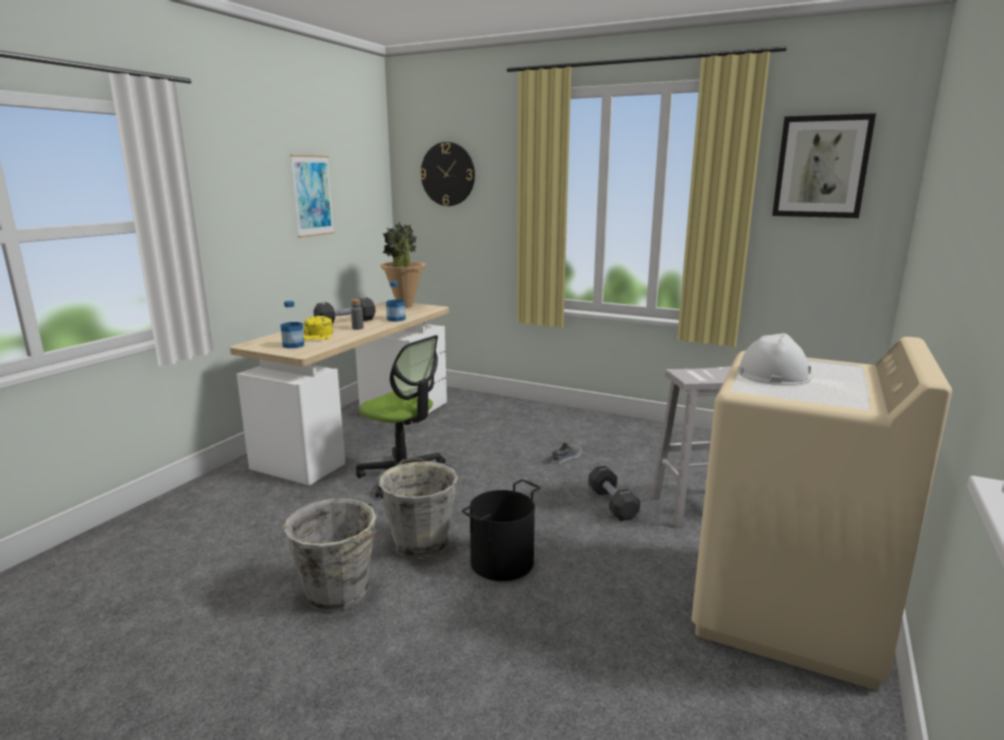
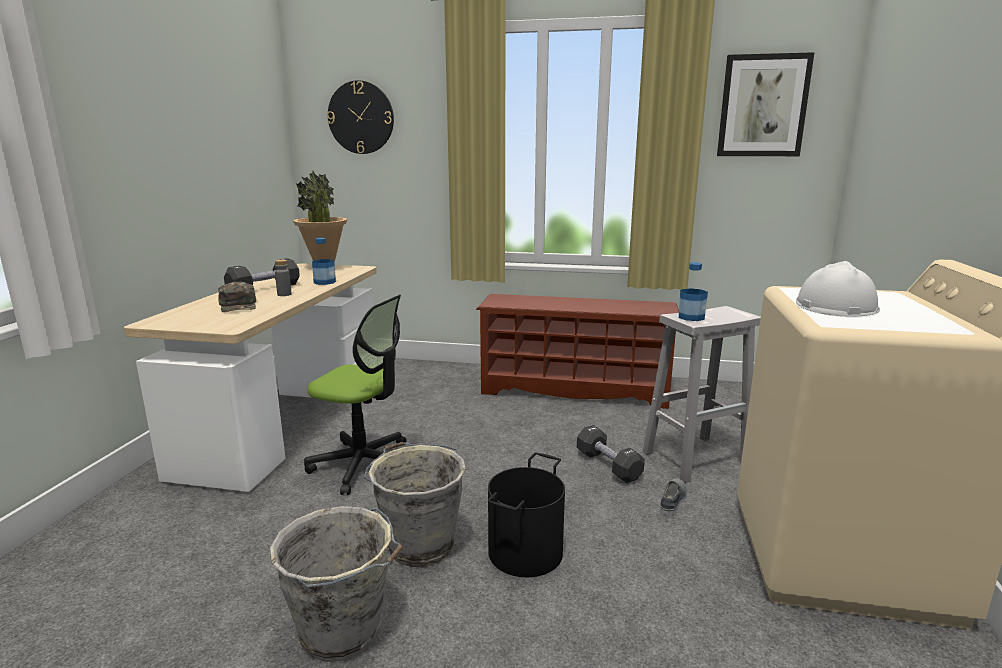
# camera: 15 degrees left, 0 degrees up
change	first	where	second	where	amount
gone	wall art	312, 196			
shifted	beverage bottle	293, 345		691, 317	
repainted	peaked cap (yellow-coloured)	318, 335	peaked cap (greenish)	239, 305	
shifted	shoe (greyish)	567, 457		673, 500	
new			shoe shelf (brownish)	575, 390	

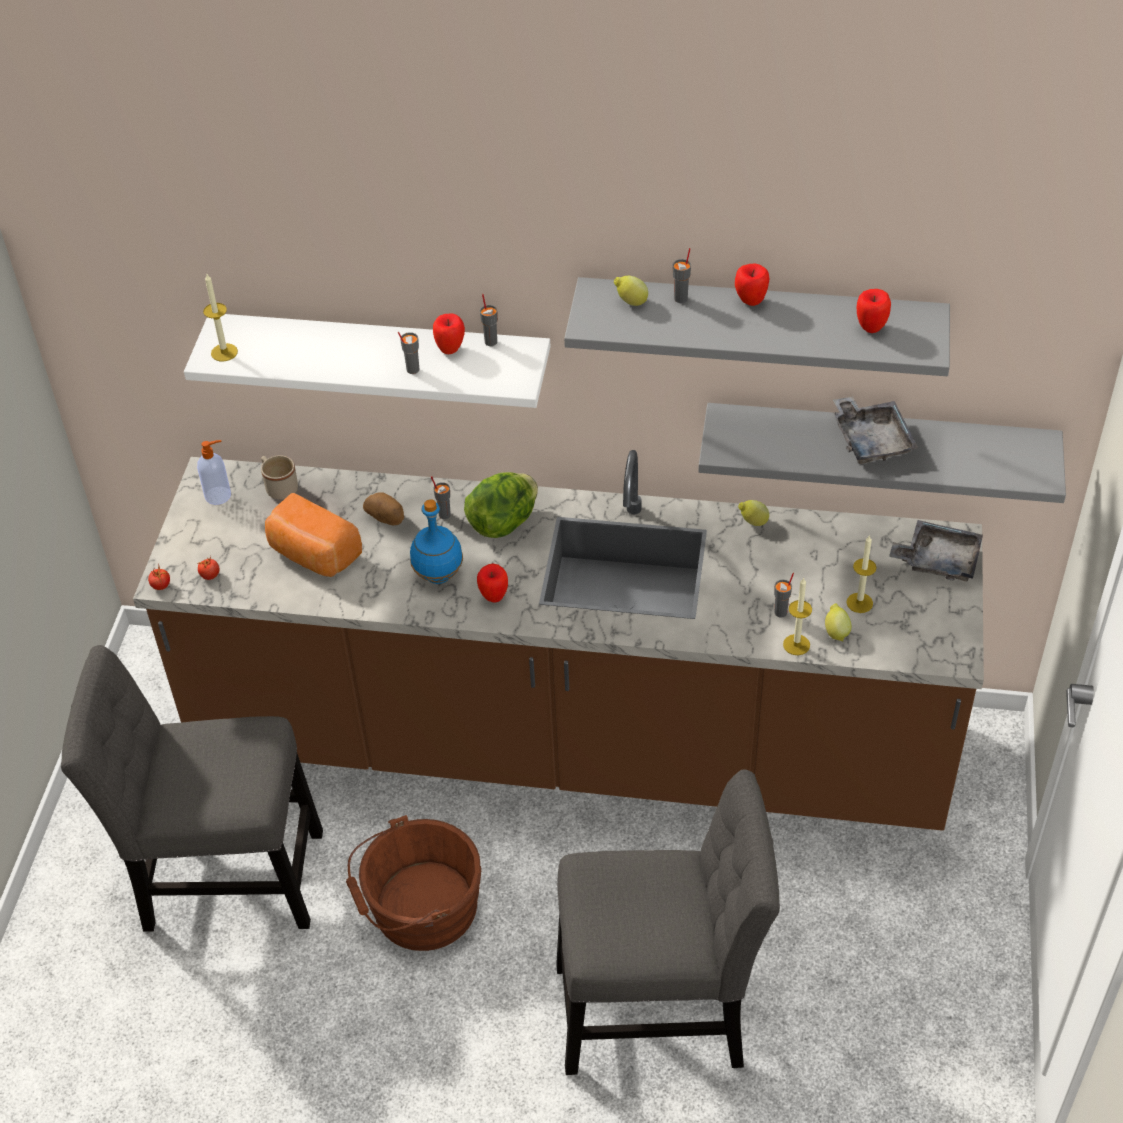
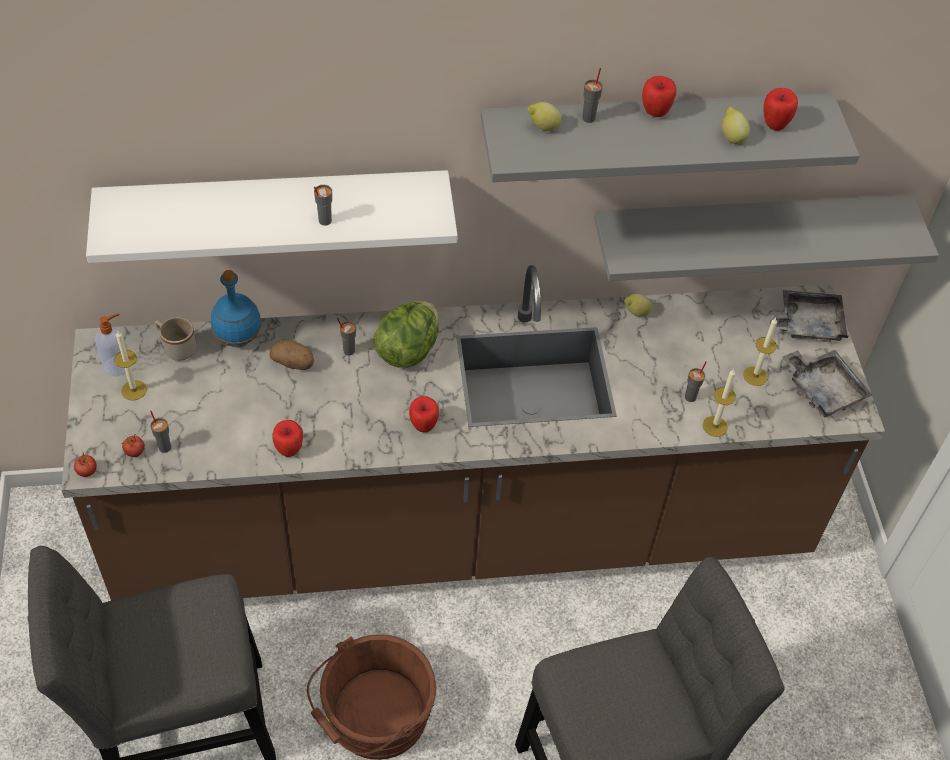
# camera: 20 degrees left, 5 degrees up
change	first	where	second	where	amount
shifted	candle	224, 352		134, 390	
shifted	small cup (greyish)	491, 341		164, 447	
shifted	apple	450, 349		289, 450	
shifted	serving tray (greyish)	871, 439		823, 389	
gone	bakery bread	313, 554			
shifted	beverage bottle (bluish)	438, 576		238, 339	
shifted	citrus fruit	836, 632		731, 137	

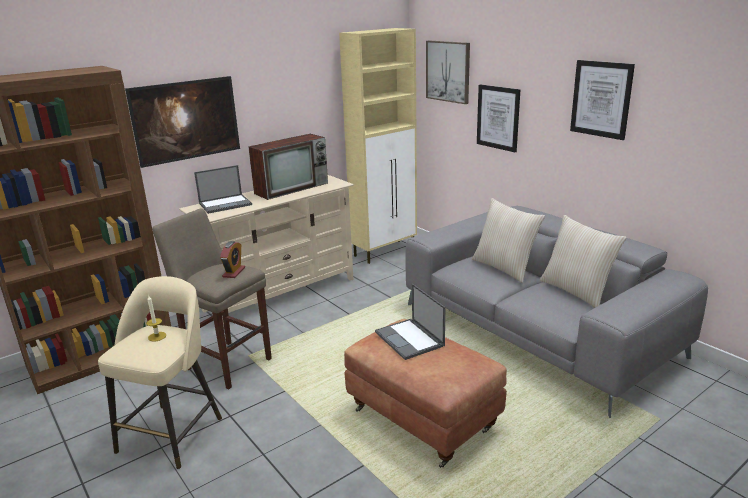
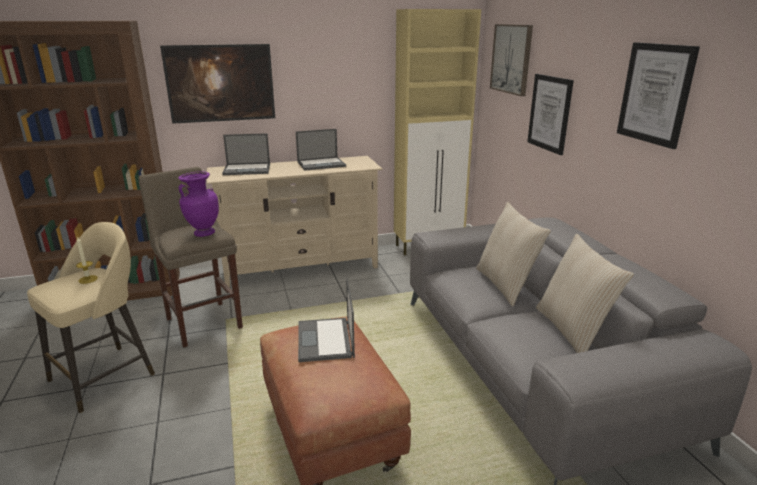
# camera: 20 degrees right, 0 degrees up
change	first	where	second	where	amount
swapped	TV set	292, 188	laptop	322, 164	
swapped	alarm clock	234, 272	flower vase (purple-coloured)	203, 233	

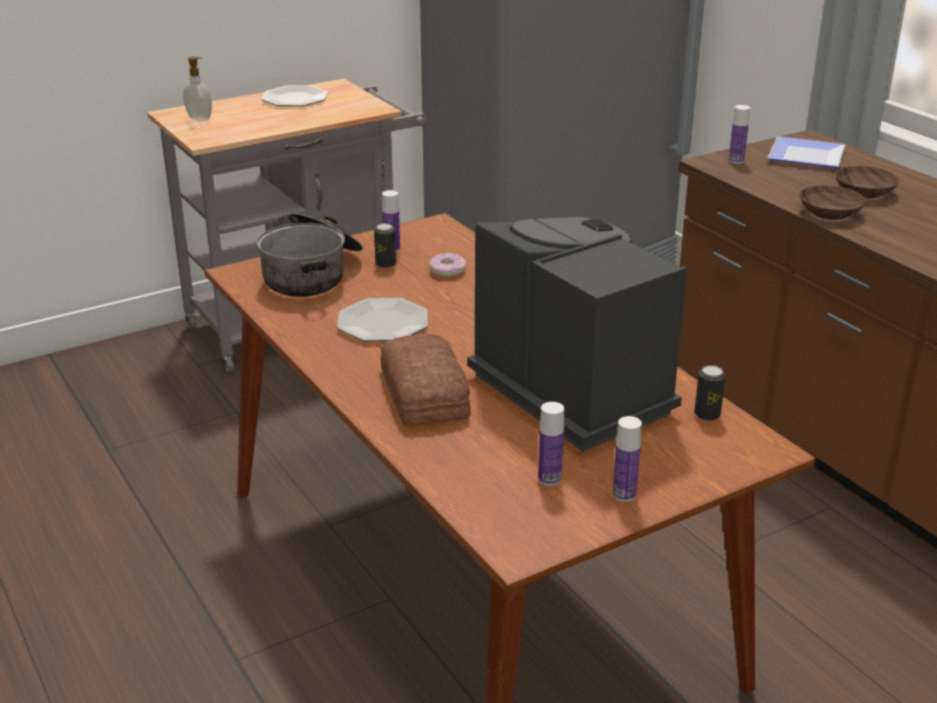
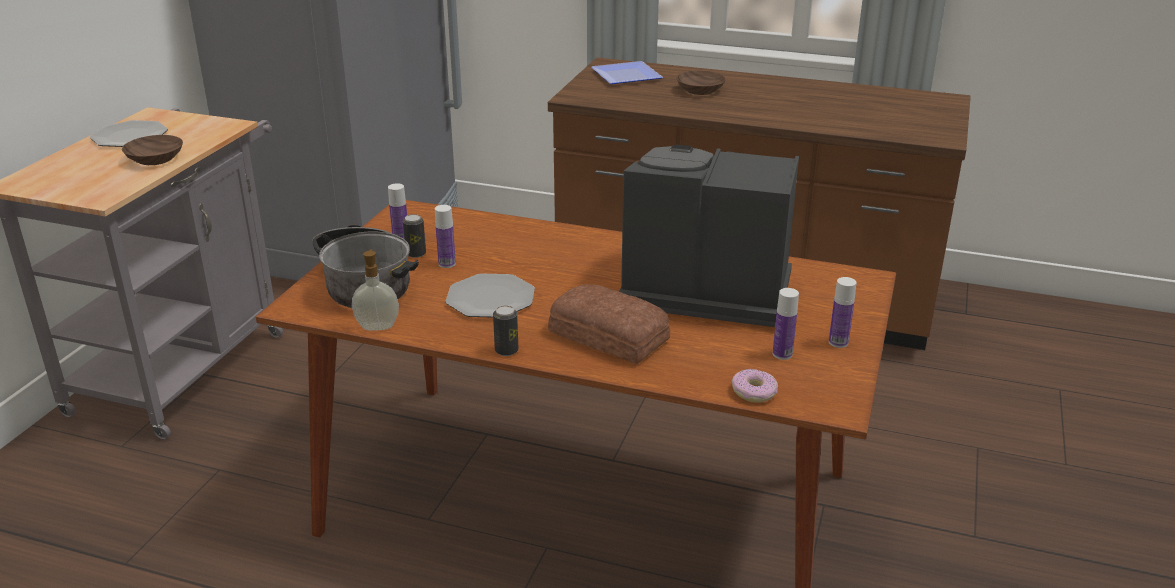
# camera: 40 degrees left, 0 degrees up
change	first	where	second	where	amount
shifted	liquid soap bottle	200, 118		377, 326	
shifted	beverage bottle	736, 161		447, 264	
shifted	serving bowl (brownish)	831, 213		157, 159	
shifted	ring doughnut	447, 271		754, 392	
shifted	sealed can	707, 414		506, 350	

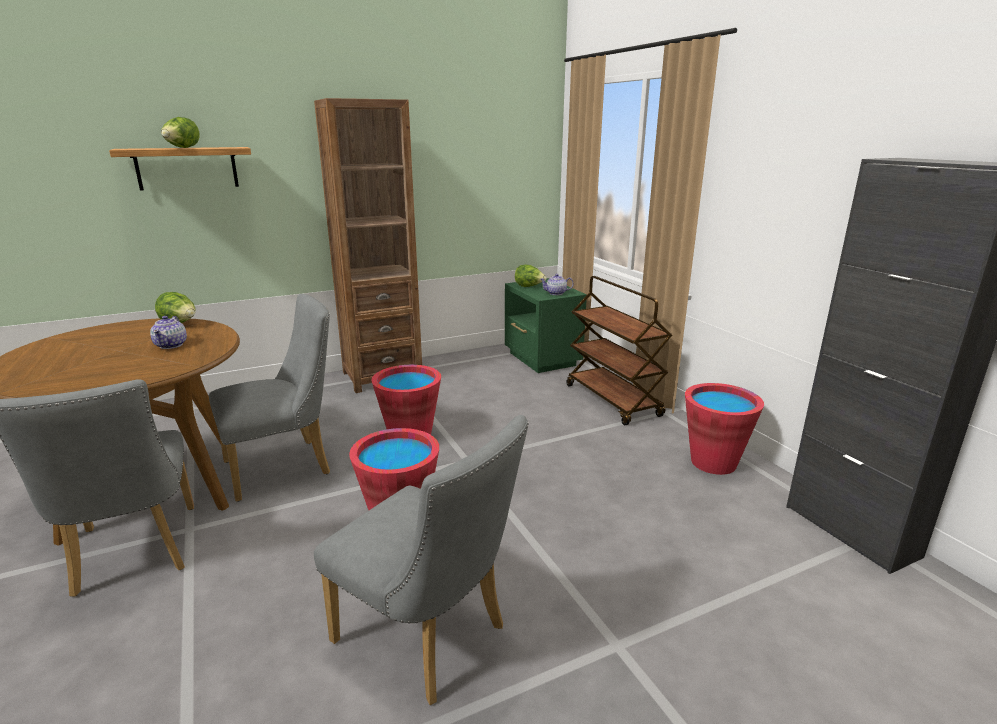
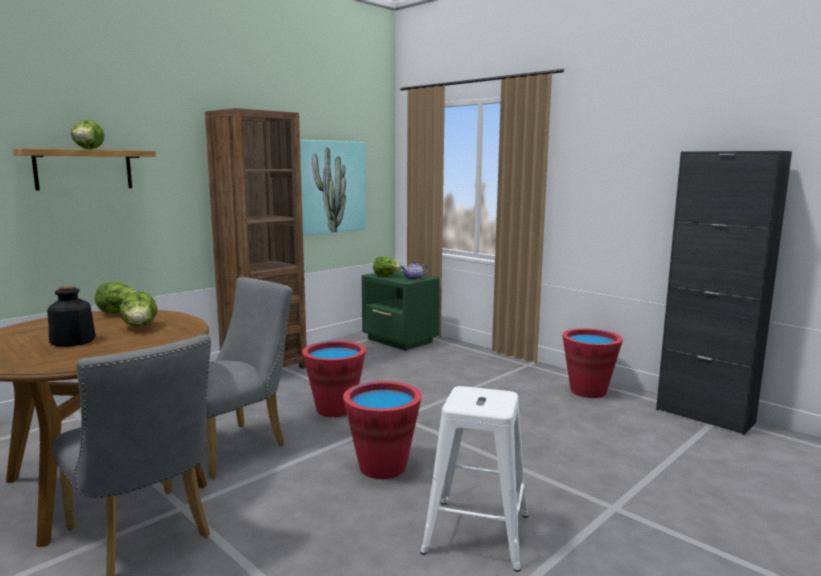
# camera: 20 degrees left, 10 degrees down
change	first	where	second	where	amount
gone	cart (brownish)	613, 401			
swapped	teapot	171, 345	lettuce head	140, 327	
swapped	chair (greyish)	429, 639	stool seat (white-coloured)	478, 534	
new			wall art	327, 187	
new			beverage bottle	73, 341	

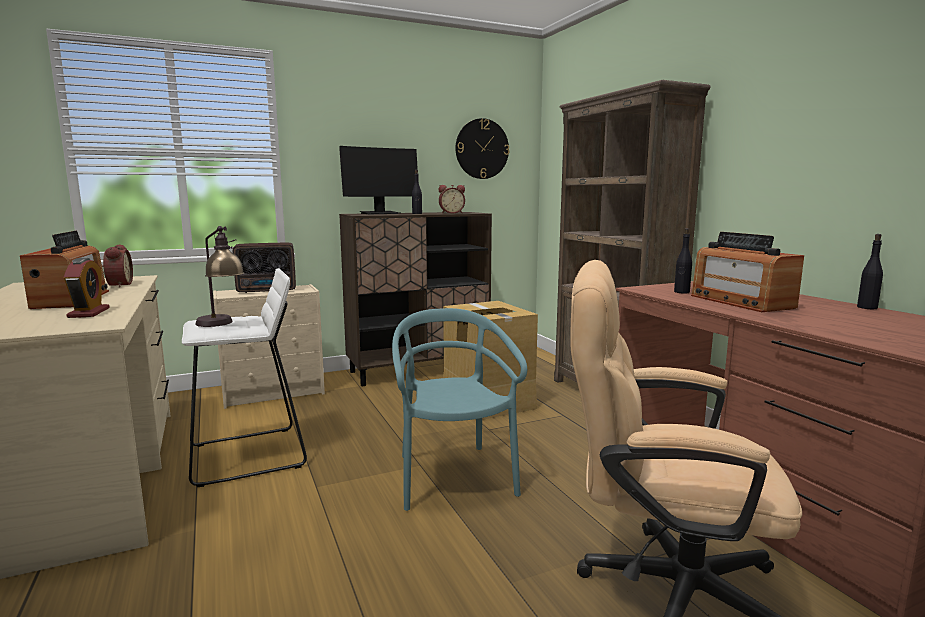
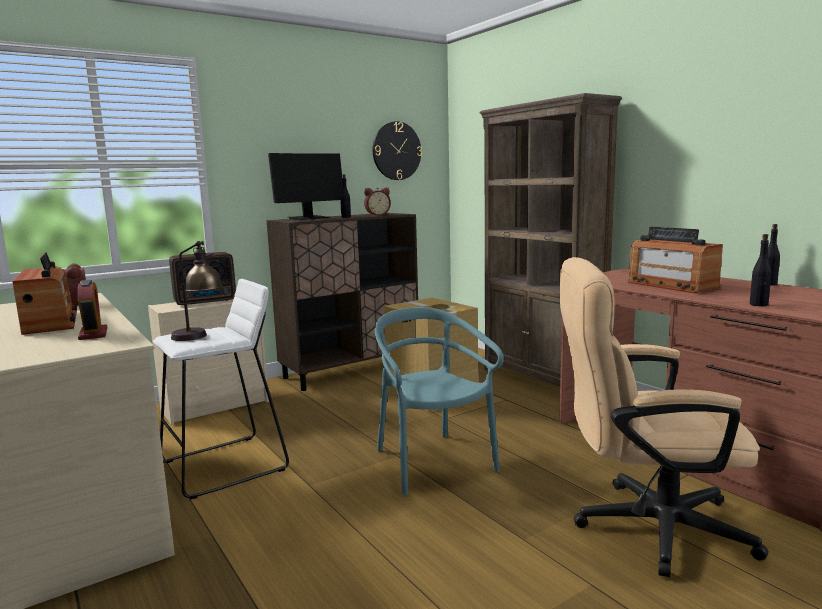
# camera: 10 degrees left, 0 degrees up
change	first	where	second	where	amount
shifted	beverage bottle (blackish)	681, 292		758, 304	

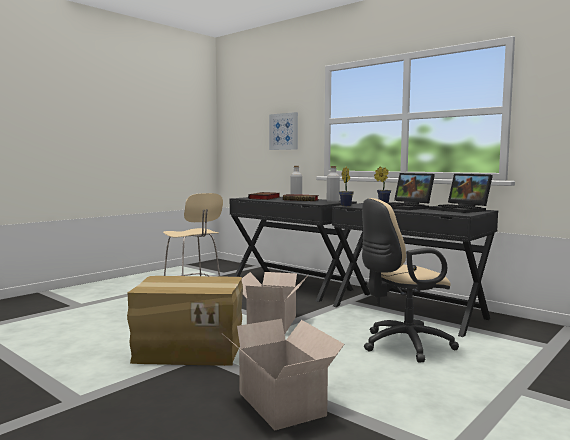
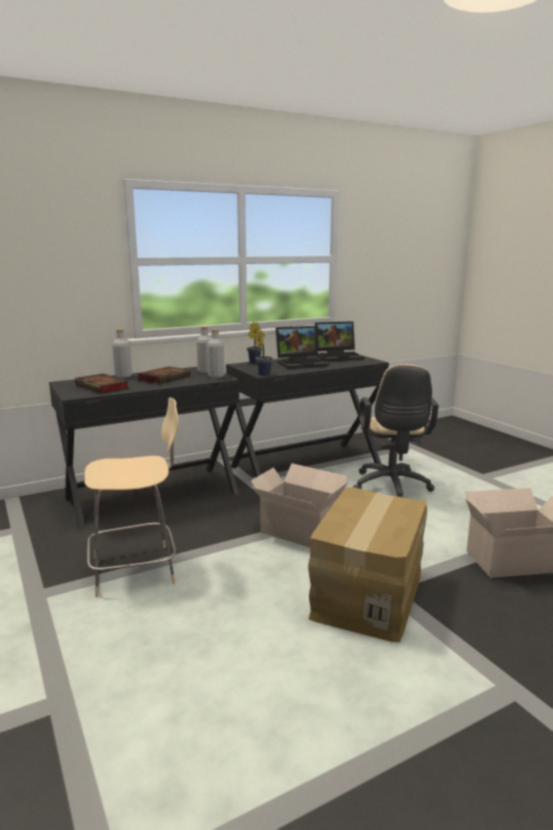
# camera: 70 degrees left, 10 degrees up
change	first	where	second	where	amount
gone	wall art	284, 131			
new			beverage bottle (greyish)	216, 376	

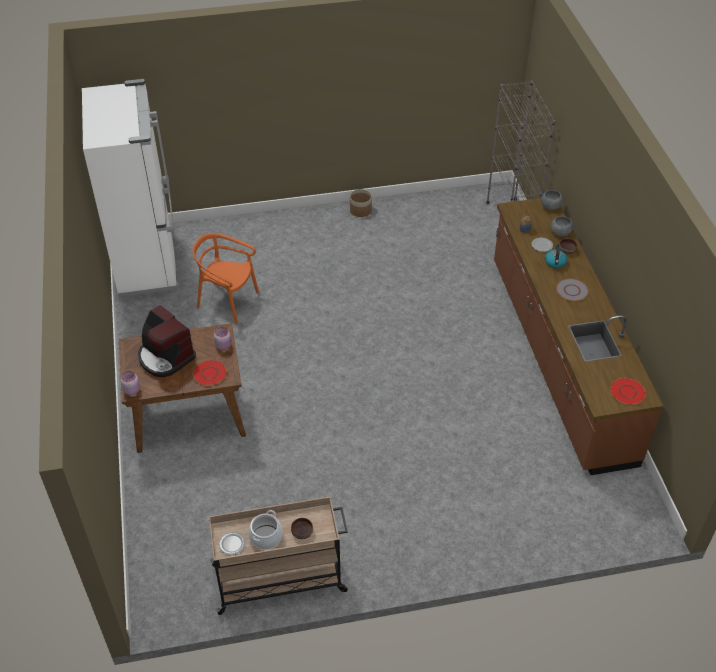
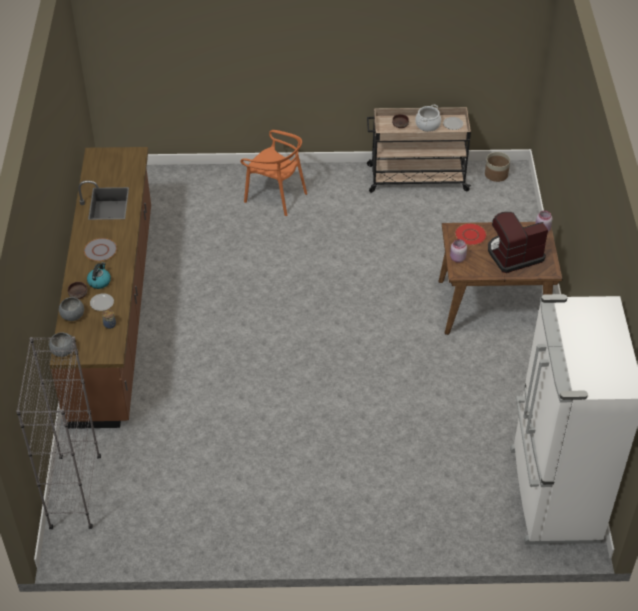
# camera: 170 degrees left, 0 degrees up
change	first	where	second	where	amount
shifted	flower pot	360, 210		496, 174	
shifted	chair (orange)	228, 302		276, 196	
rotated	coffee maker	165, 357		513, 254	75 degrees counterclockwise
gone	dinner plate (reddish)	627, 392			

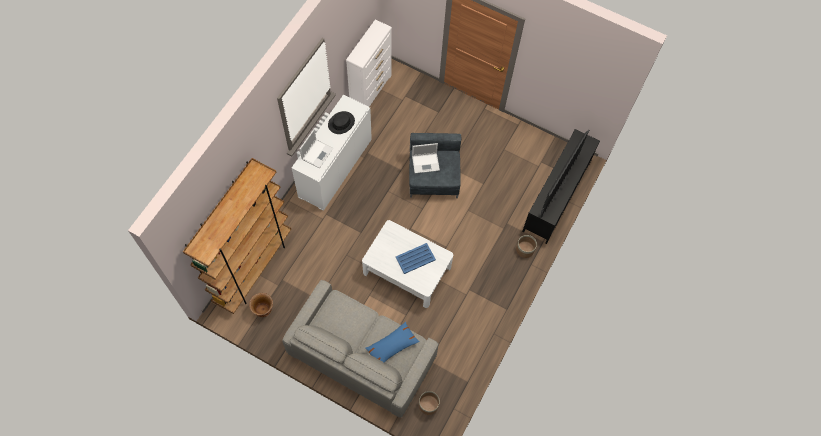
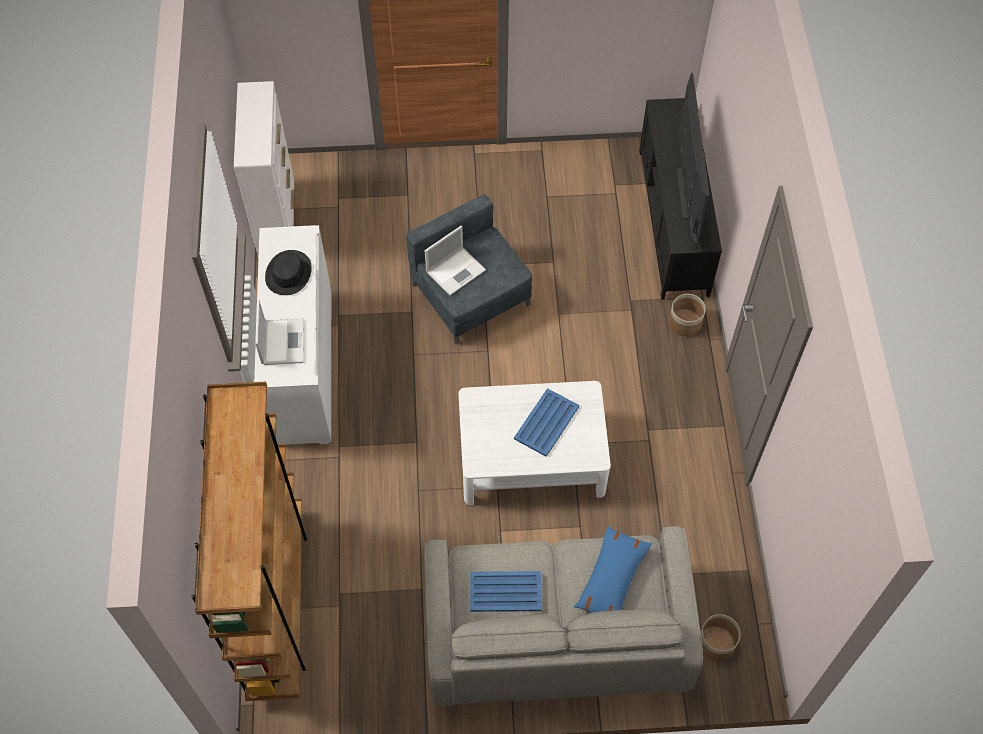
# camera: 30 degrees left, 5 degrees down
change	first	where	second	where	amount
gone	flower pot (brownish)	263, 310			
new			serving tray (bluish)	504, 591	

